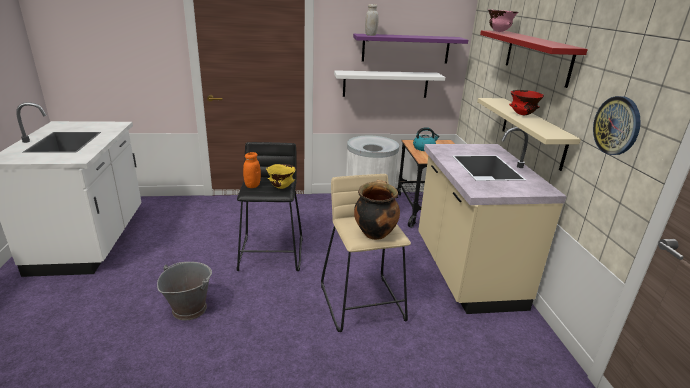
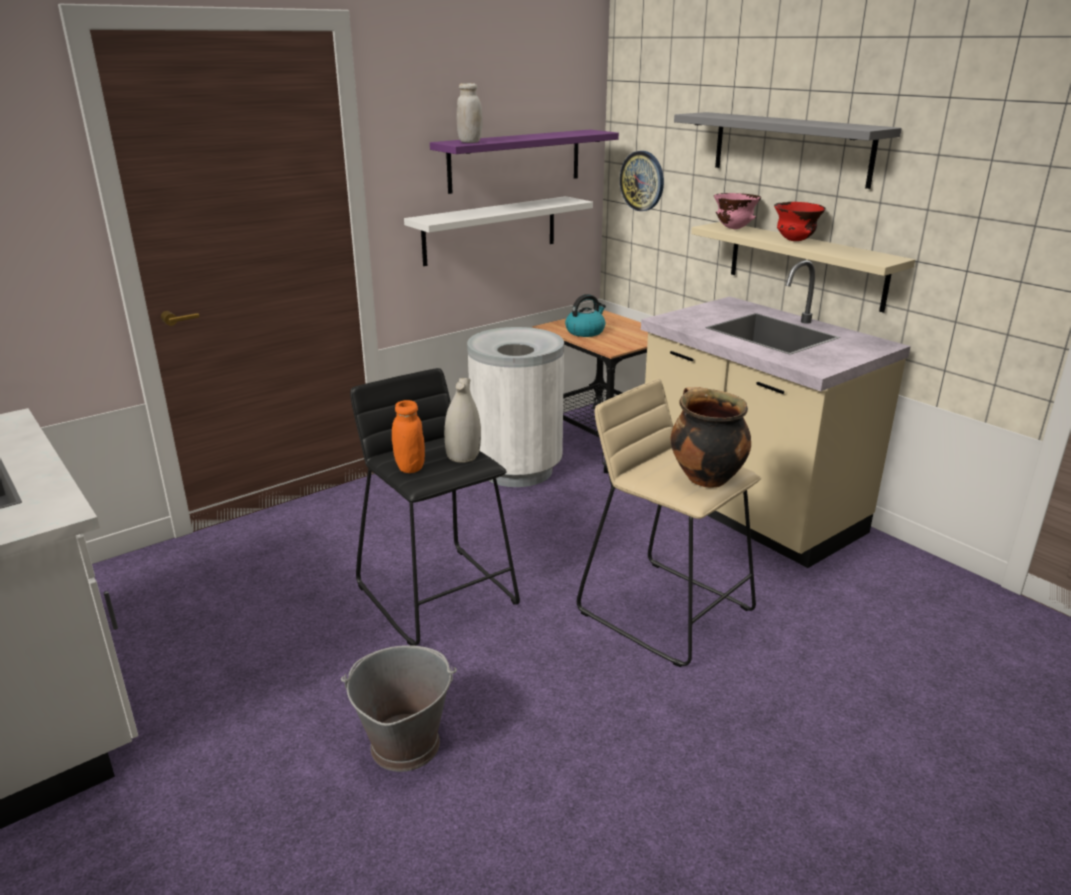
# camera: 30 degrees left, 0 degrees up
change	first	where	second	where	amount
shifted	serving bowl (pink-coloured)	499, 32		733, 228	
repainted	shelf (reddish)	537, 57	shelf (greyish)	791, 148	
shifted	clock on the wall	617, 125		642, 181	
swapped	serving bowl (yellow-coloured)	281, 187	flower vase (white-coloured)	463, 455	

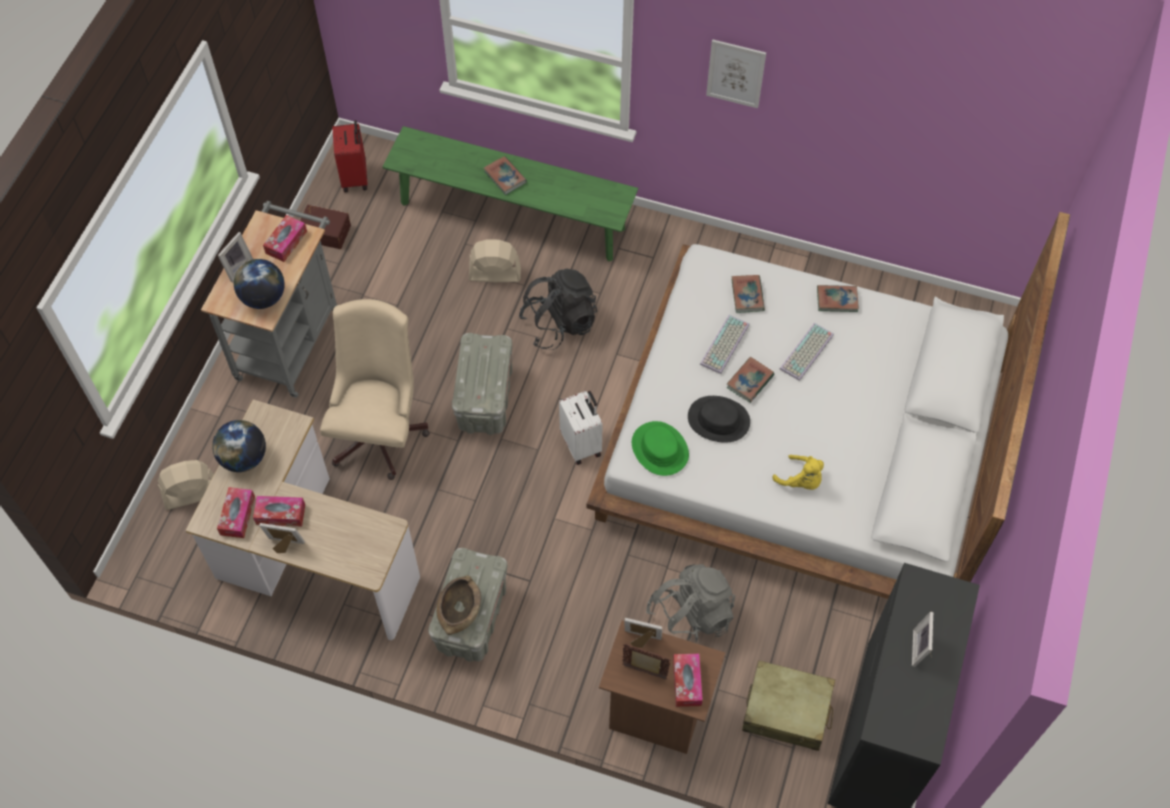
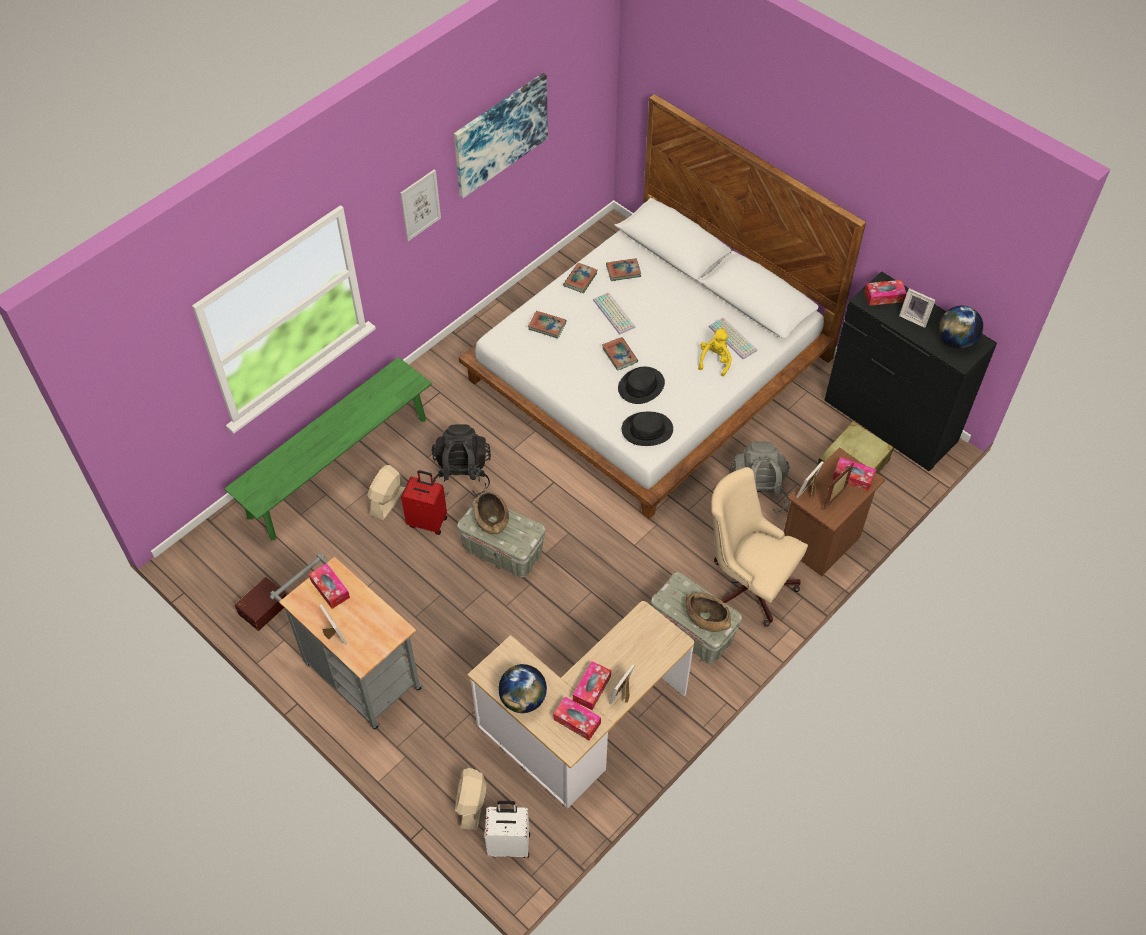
# camera: 65 degrees left, 5 degrees down
change	first	where	second	where	amount
shifted	piece of luggage (reddish)	356, 177		428, 521	
shifted	book	505, 177		623, 271	
shifted	desk globe	263, 298		956, 341	
shifted	office chair (beige)	380, 430		747, 583	
shifted	keyboard	725, 345		734, 338	
shifted	piece of luggage (white-coloured)	582, 444		509, 844	
repainted	clothing hat (greenish)	659, 449	clothing hat (blackish)	647, 430	
rotated	soft toy (yellow-coloured)	801, 481		715, 360	45 degrees counterclockwise
new			wall art	500, 134	
new			box of tissues	884, 296	
new			serving bowl (brownish)	492, 519	

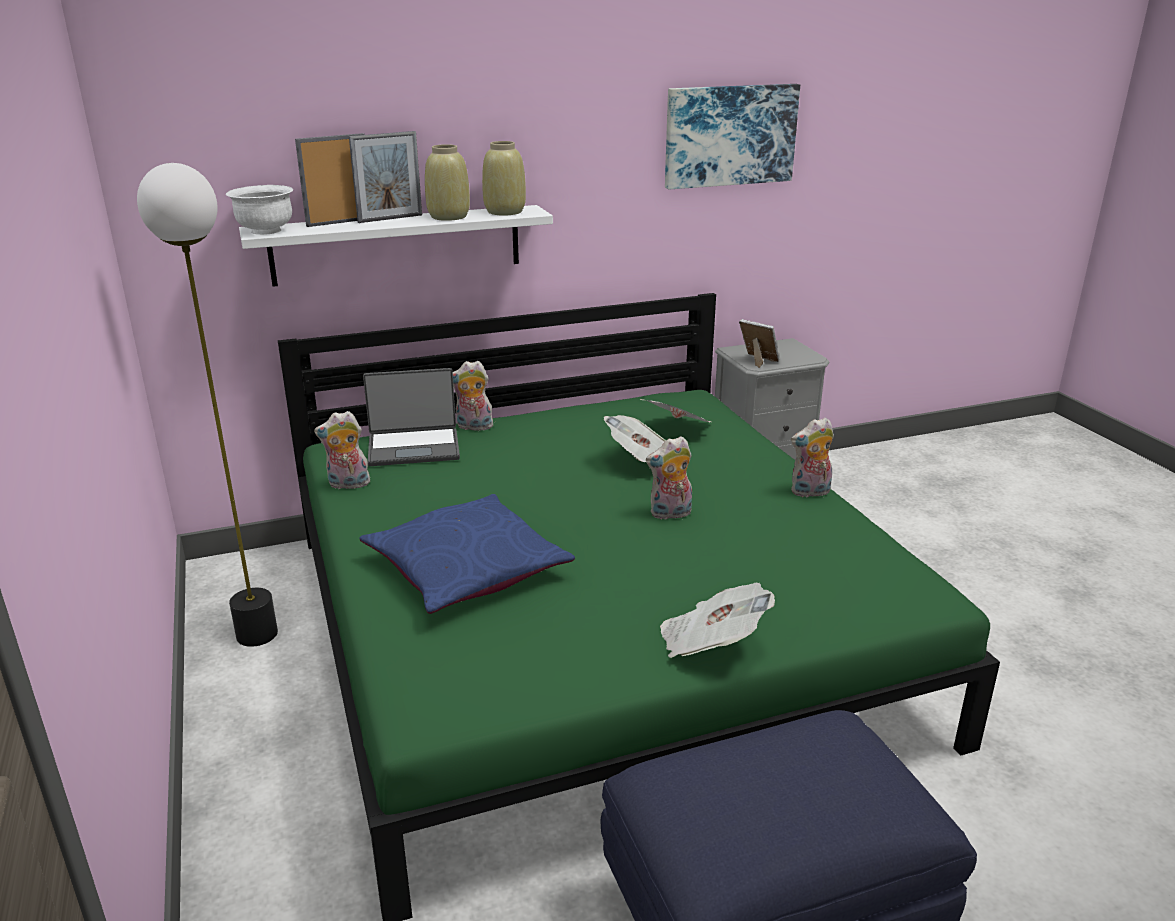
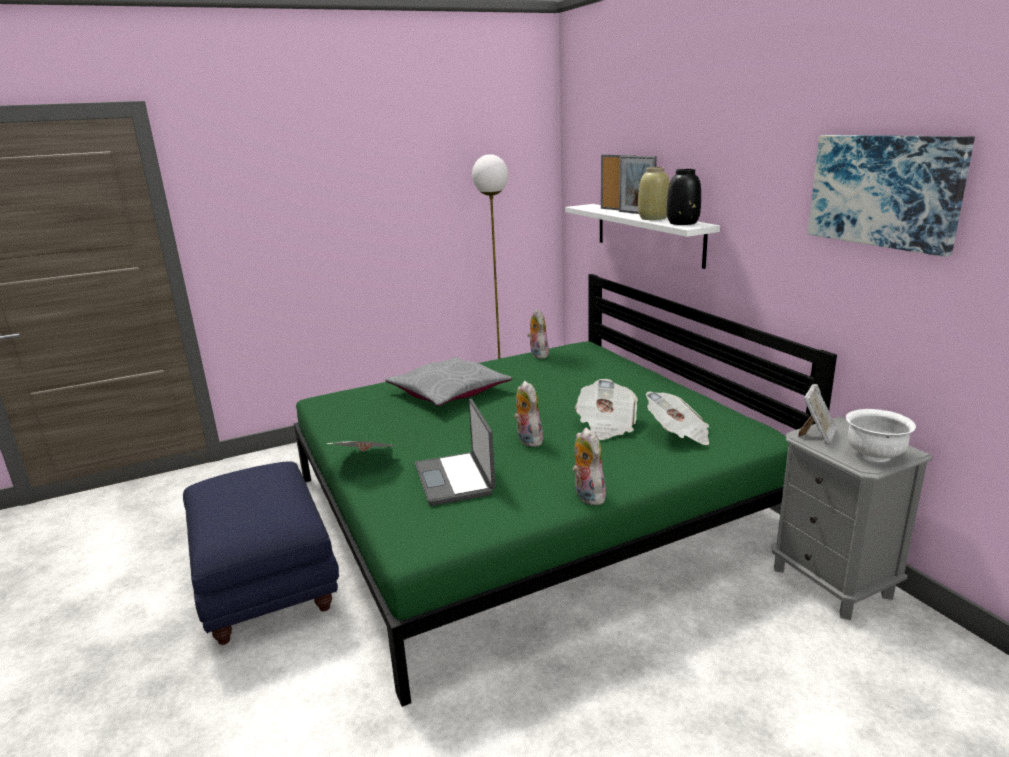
# camera: 85 degrees right, 5 degrees down
change	first	where	second	where	amount
repainted	flower vase (beige)	504, 212	flower vase (blackish)	682, 223	
shifted	serving bowl (white-coloured)	265, 231		874, 455	
gone	soft toy	473, 427			
shifted	laptop	414, 448		456, 479	
repainted	cushion (bluish)	466, 569	cushion (greyish)	449, 392	

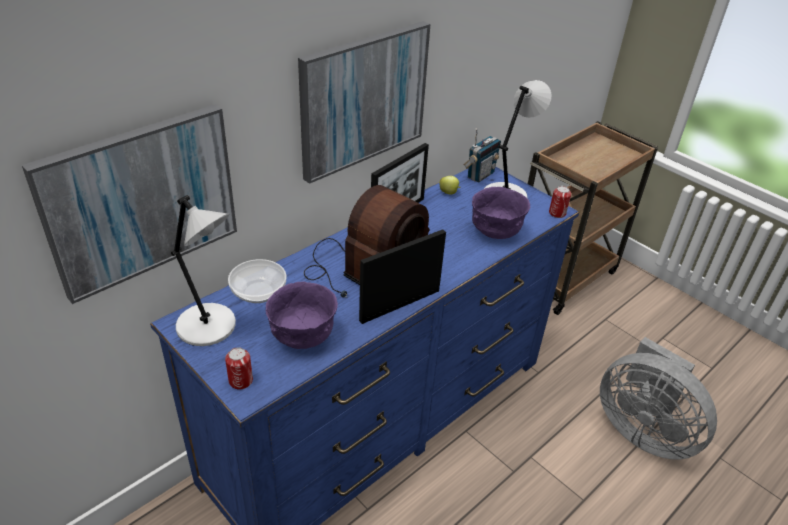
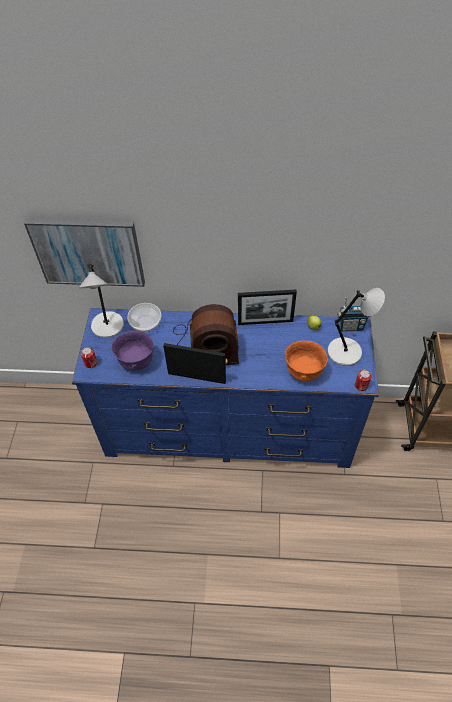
# camera: 50 degrees right, 15 degrees up
change	first	where	second	where	amount
gone	wall art	363, 99			
repainted	serving bowl (purple-coloured)	495, 232	serving bowl (orange)	303, 372	
gone	fan (greyish)	642, 430			

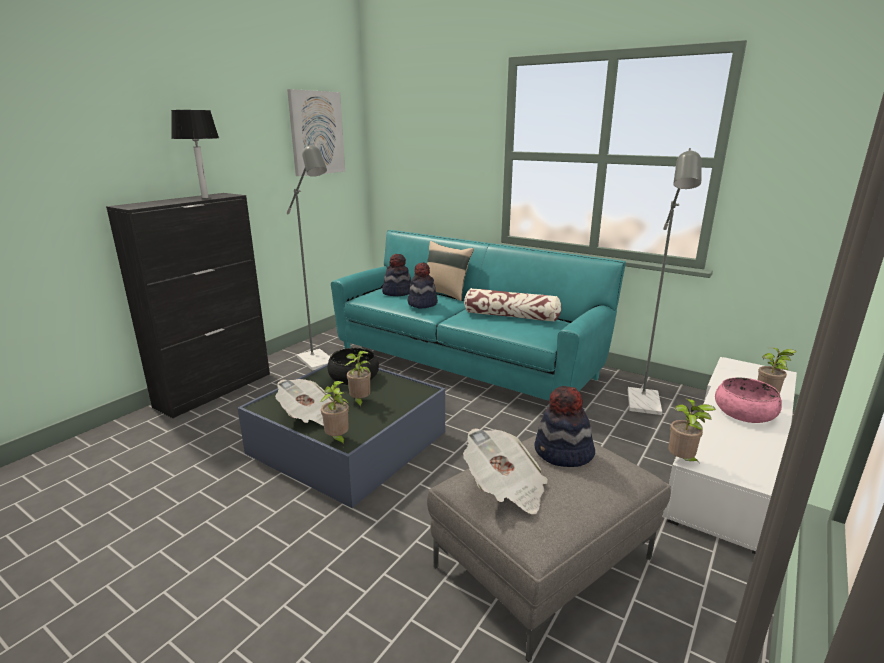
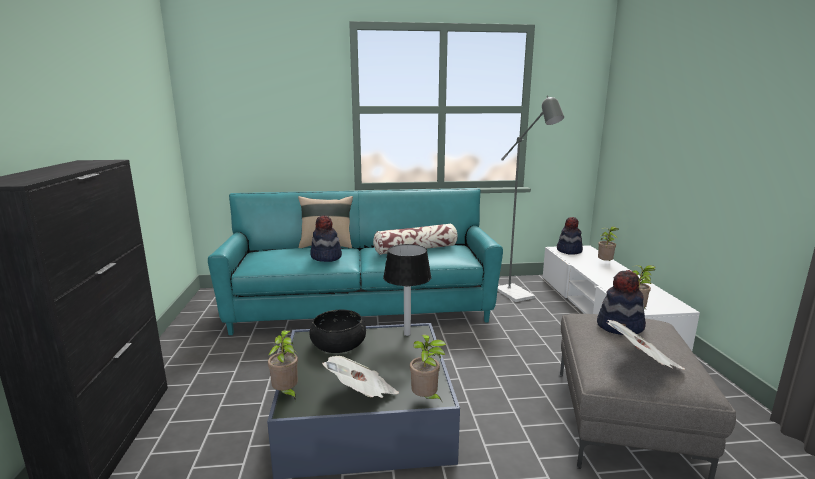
# camera: 40 degrees left, 5 degrees down
change	first	where	second	where	amount
gone	wall art	316, 133			
shifted	table lamp	204, 197		407, 334	
gone	floor lamp (greyish)	320, 363			
shifted	clothing hat	397, 292		569, 250	
shifted	plant in a pot	360, 402		286, 393	
gone	serving bowl (pink-coloured)	744, 413			

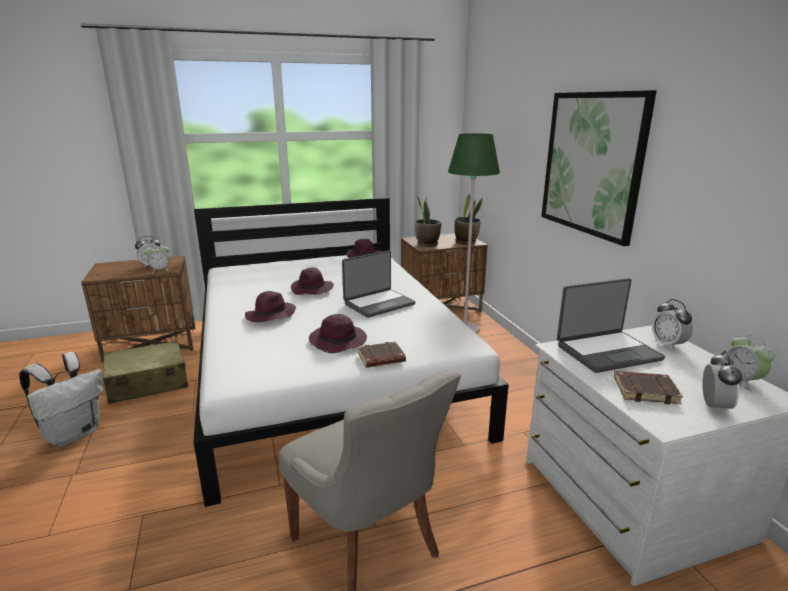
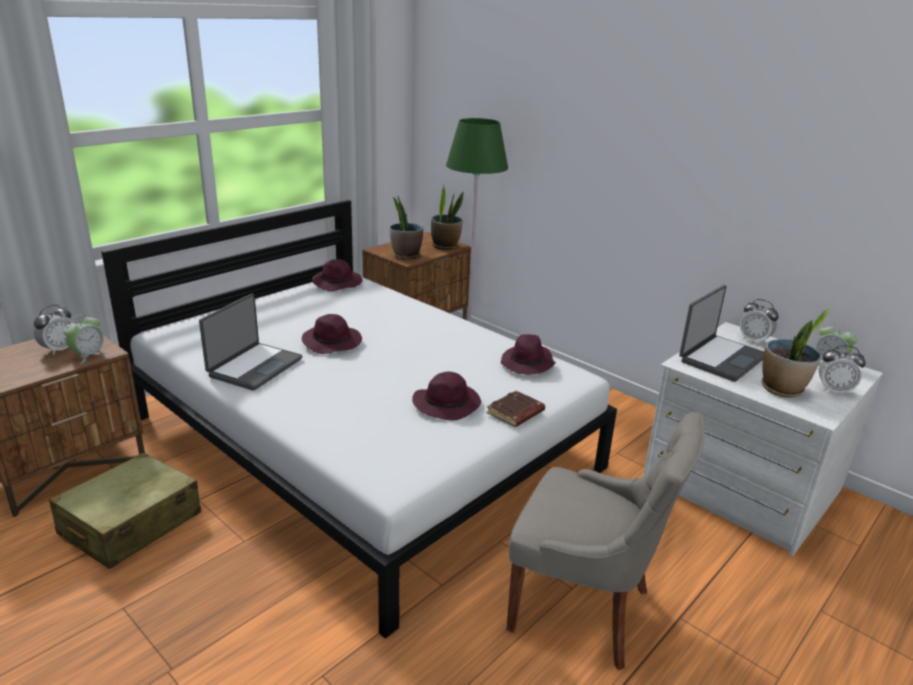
# camera: 30 degrees left, 5 degrees up
change	first	where	second	where	amount
gone	wall art	592, 164			
shifted	laptop	378, 303		254, 367	
shifted	clothing hat (purple-coloured)	270, 316		527, 364	
rotated	alarm clock	714, 406		834, 390	120 degrees clockwise
gone	knapsack (white-coloured)	74, 434			
swapped	book (brownish)	645, 391	plant in a pot	782, 389	

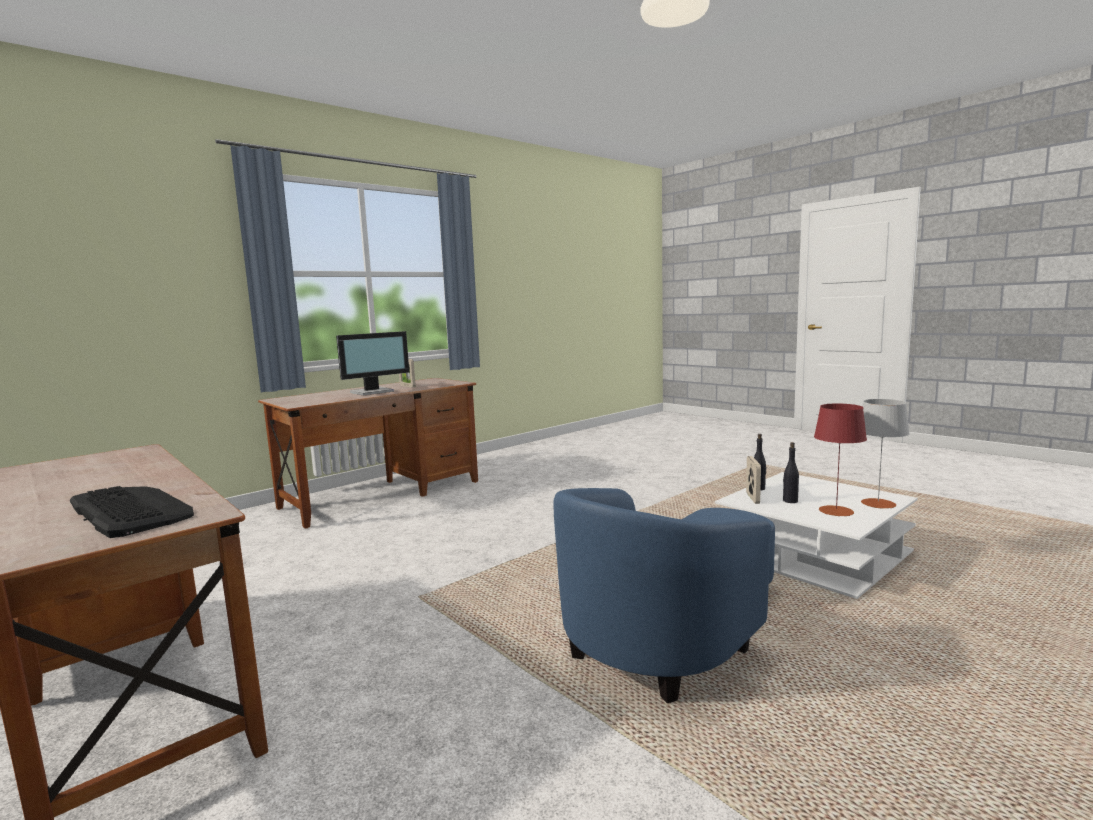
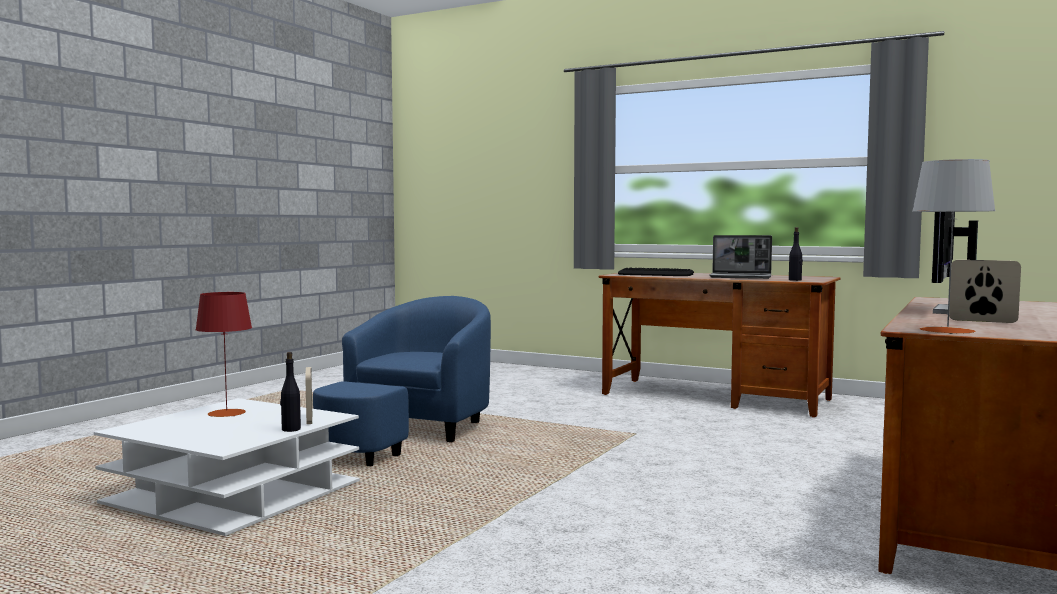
# camera: 160 degrees right, 5 degrees down
change	first	where	second	where	amount
shifted	table lamp (greyish)	878, 503		947, 330	
shifted	beverage bottle (blackish)	790, 501		795, 280	
new			laptop	741, 277	

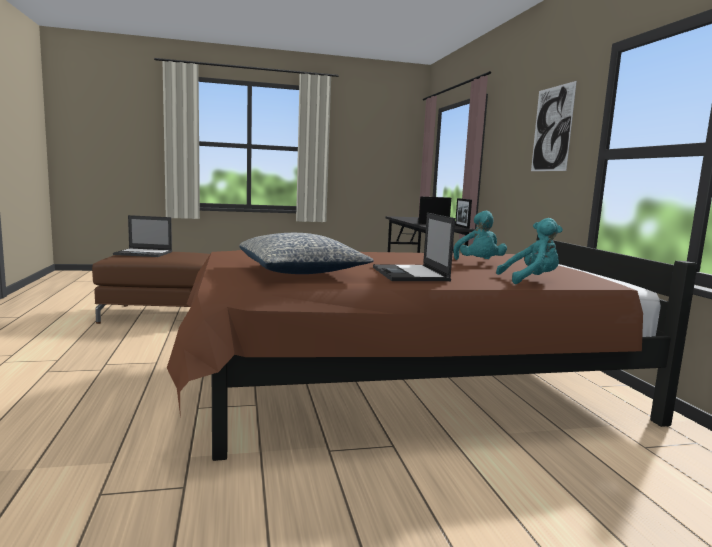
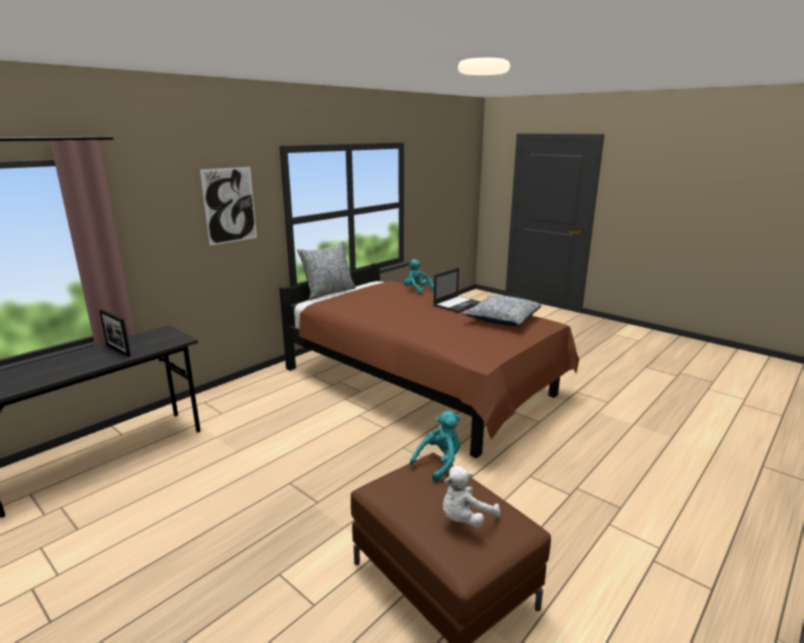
# camera: 125 degrees left, 10 degrees up
change	first	where	second	where	amount
gone	picture frame	462, 227			
shifted	soft toy (turquoise)	479, 263		440, 463	
swapped	laptop	144, 253	soft toy (white-coloured)	465, 519	
new			cushion	328, 292	

